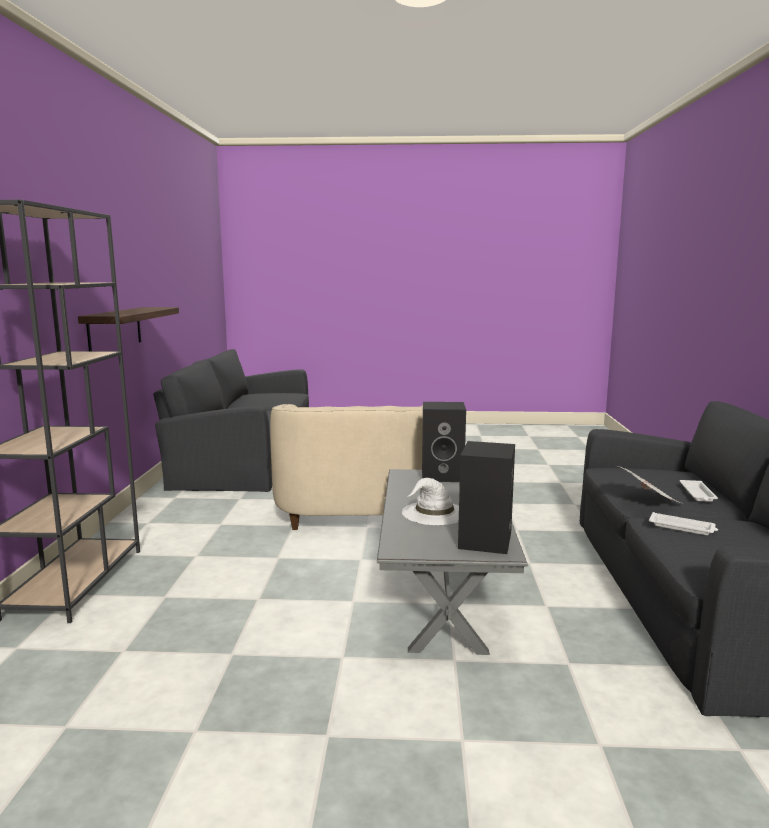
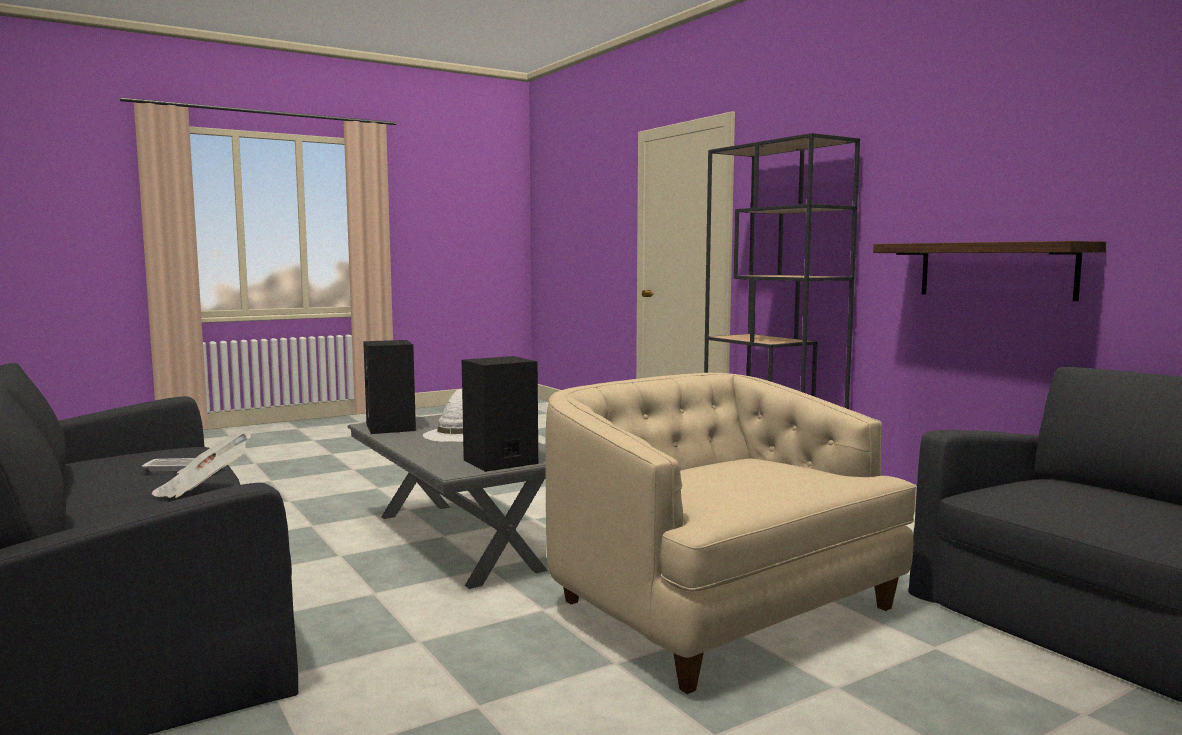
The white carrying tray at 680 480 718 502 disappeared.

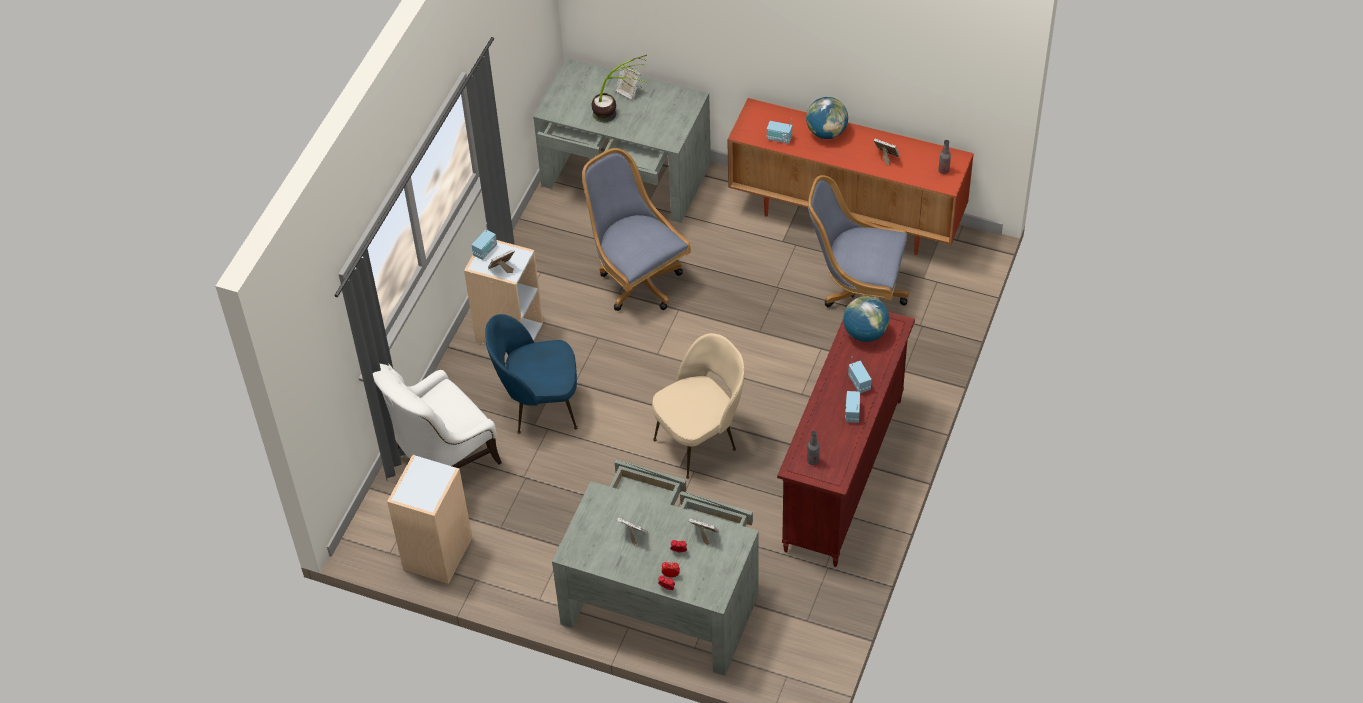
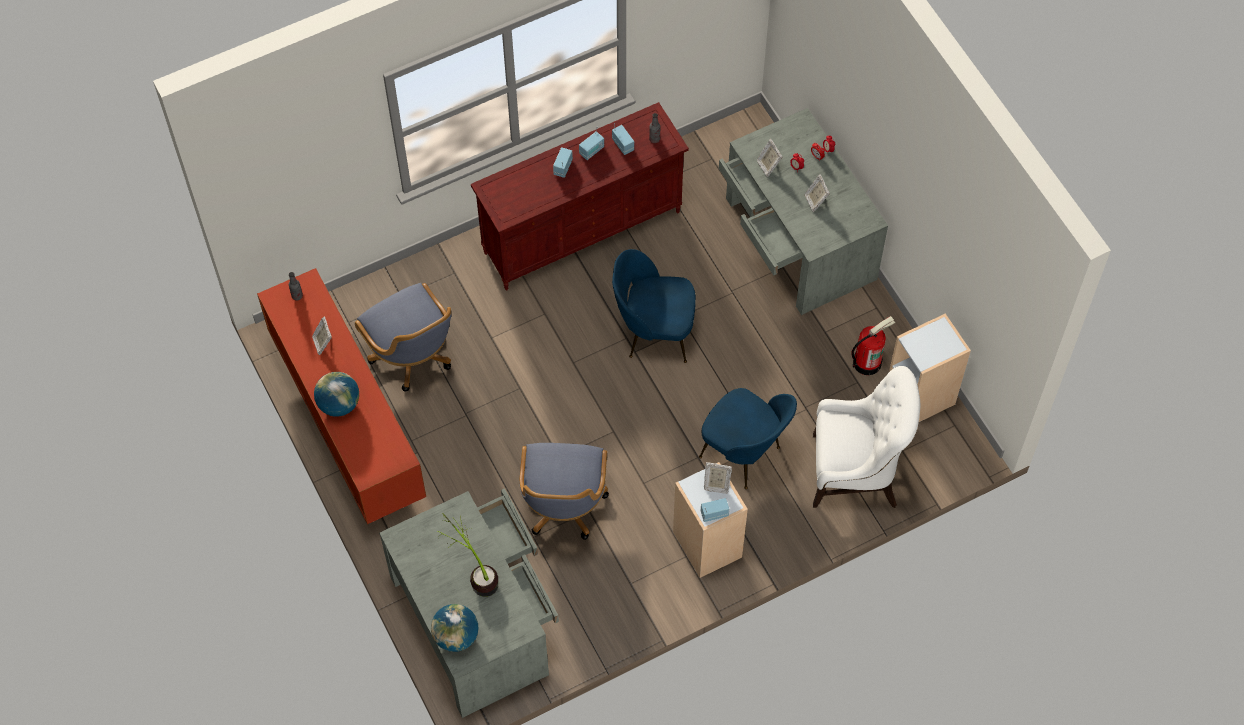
The standing frame at 616 65 641 100 disappeared.
The fire-fighting cylinder at 852 316 895 375 appeared.
The radio moved from 767 118 792 144 to 612 123 634 155.
The world globe moved from 843 296 889 342 to 431 604 478 652.
The beige chair at 652 333 744 479 became the blue-coloured chair at 612 249 696 363.

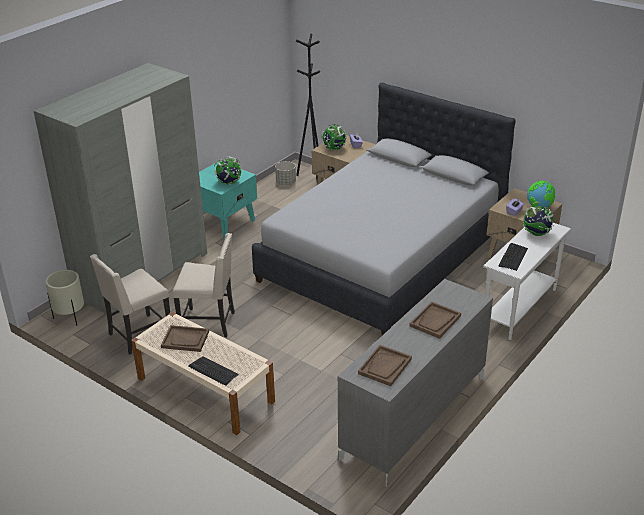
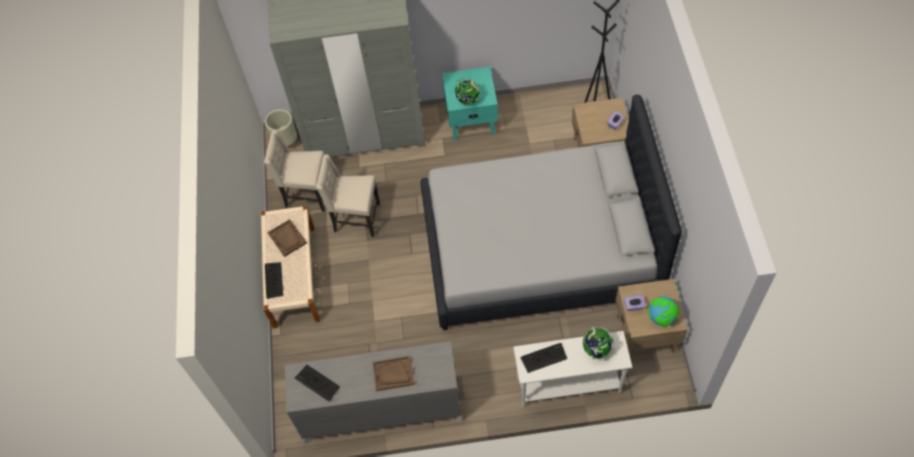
The greyish planter at 275 161 296 185 disappeared.
The world globe at 321 124 346 151 disappeared.
The brownish carrying tray at 358 345 412 386 was replaced by the keyboard at 295 365 340 401.
The beige chair at 173 233 235 337 turned 135 degrees clockwise.

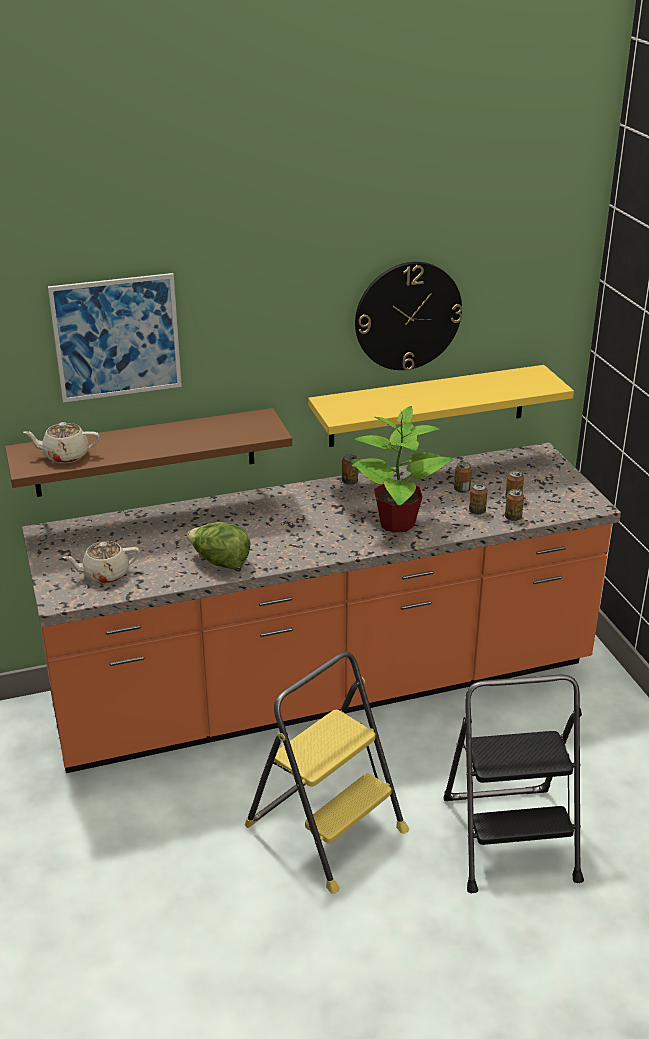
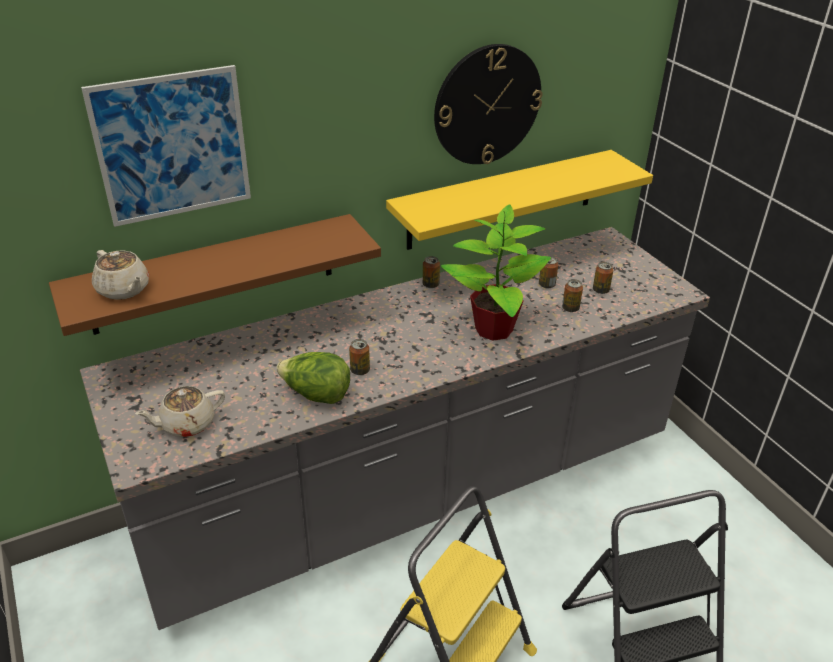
The can moved from 505 489 524 521 to 349 339 370 375.
The orange kitchen base unit at 22 443 621 773 became the greyish kitchen base unit at 80 227 710 630.
The beige teapot at 23 422 100 463 turned 120 degrees counterclockwise.

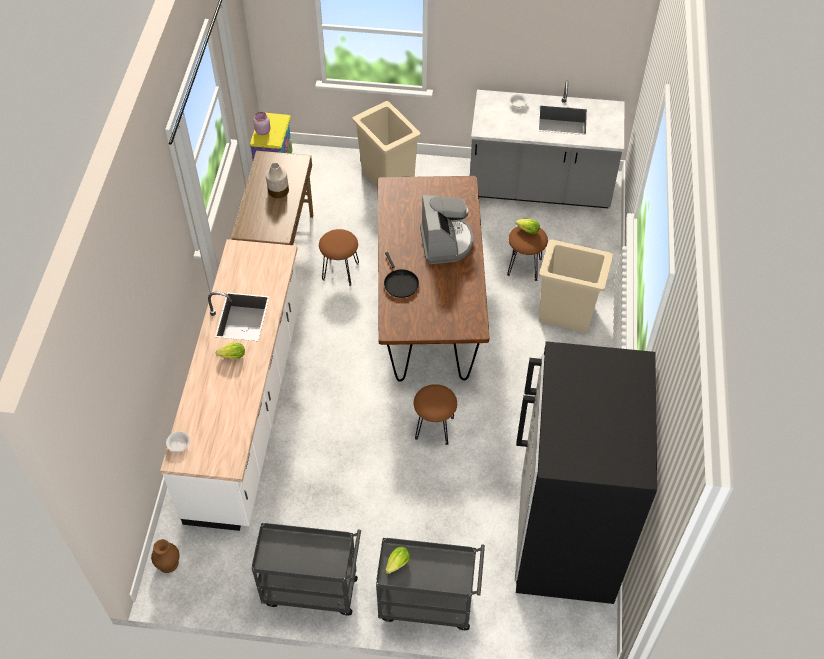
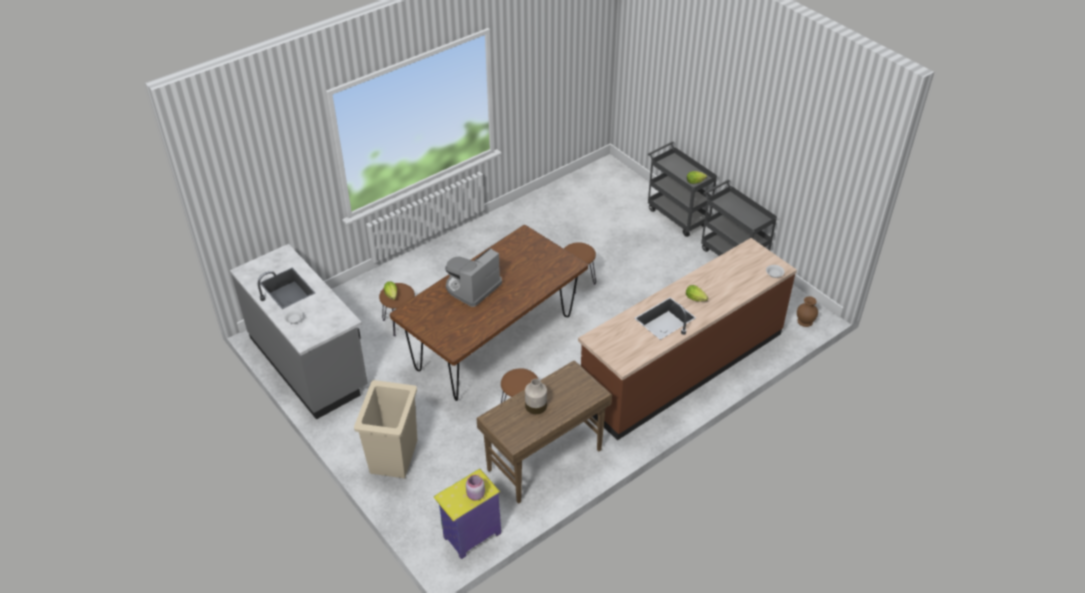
The black-coloured frying pan at 384 252 419 298 disappeared.
The black-coloured kitchen fridge at 515 341 657 604 disappeared.
The beige trash can at 539 240 613 333 disappeared.
The white kitchen base unit at 160 239 300 531 became the brownish kitchen base unit at 578 238 797 441.

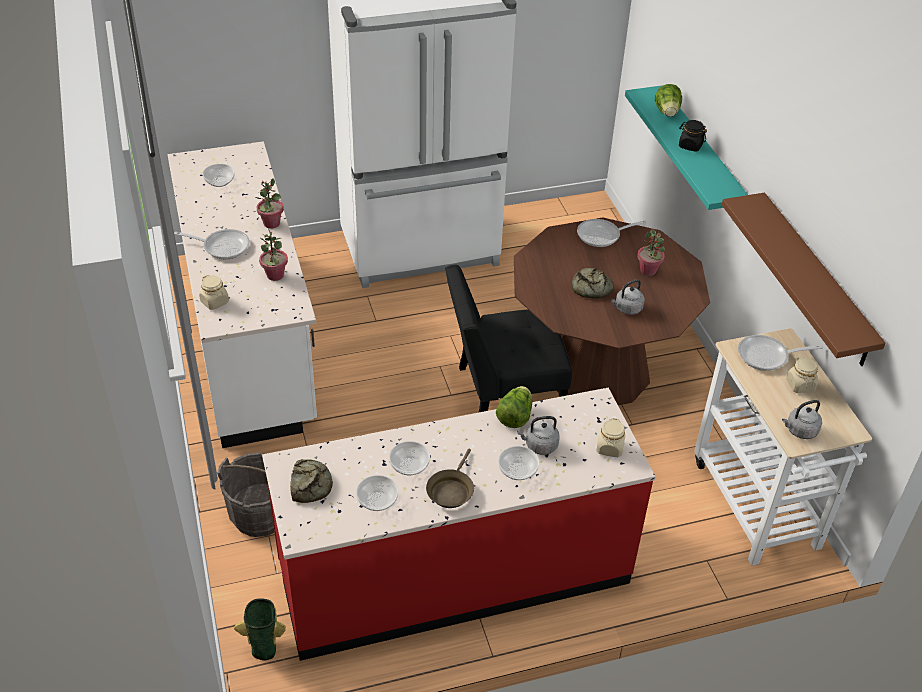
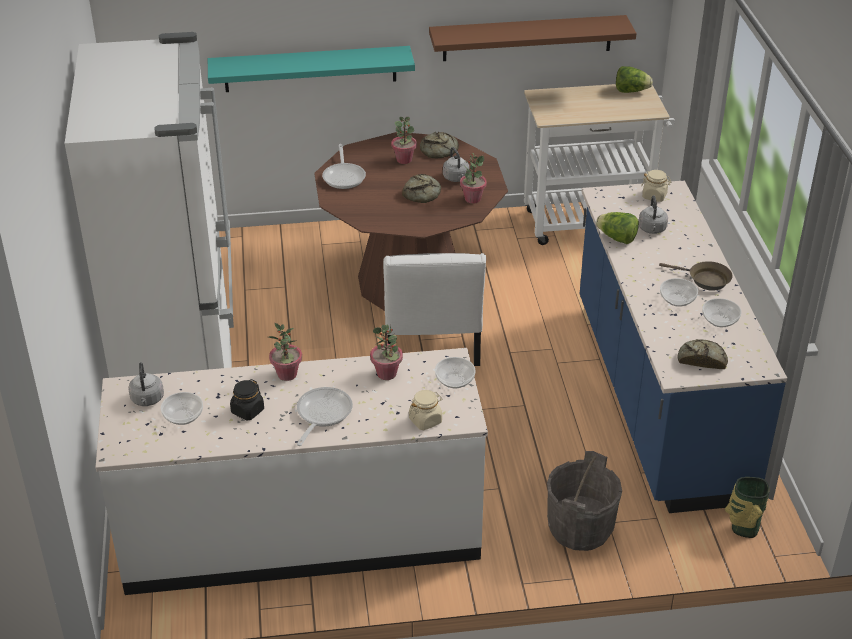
The frying pan at 738 335 823 371 disappeared.
The beige jar at 786 357 818 393 disappeared.
The bakery bread at 420 132 459 158 appeared.
The houseplant at 460 153 487 204 appeared.
The deep dish moved from 498 446 539 480 to 435 357 476 388.
The lettuce moved from 655 84 682 117 to 616 66 653 93.
The black-coloured jar moved from 679 120 707 152 to 230 379 264 420.
The greyish tea kettle moved from 782 400 822 439 to 128 362 164 406.
The red-coloured kitchen base unit at 262 388 656 661 became the blue-coloured kitchen base unit at 580 180 787 513.
The black-coloured chair at 445 264 572 412 became the white chair at 383 253 486 366.

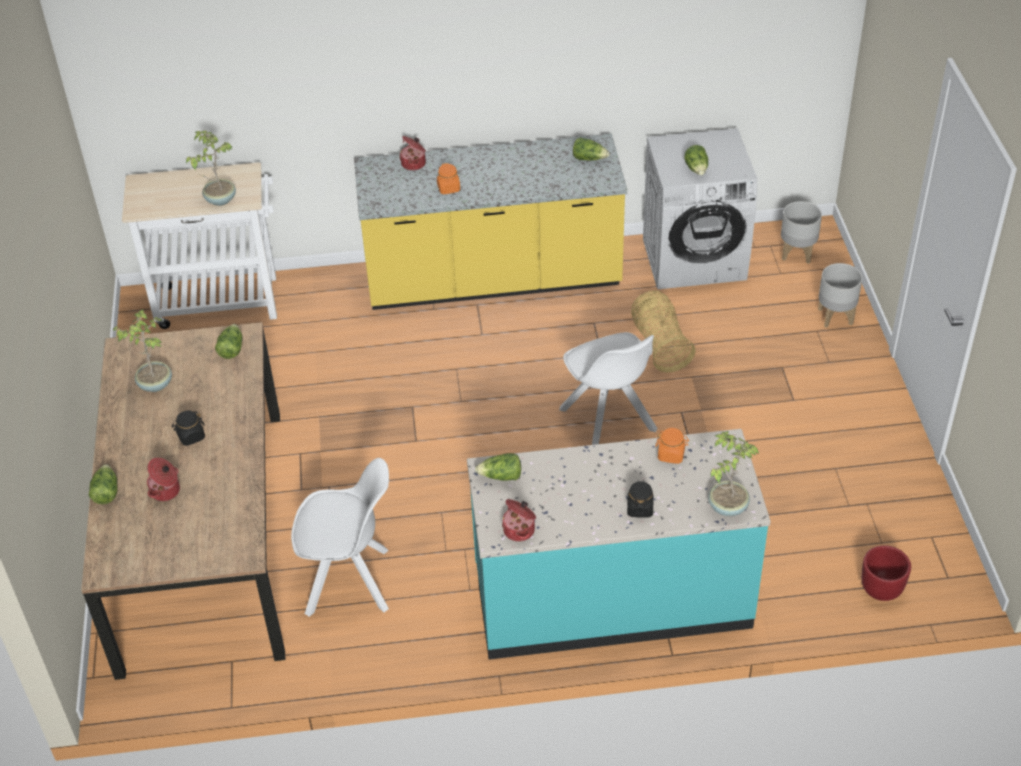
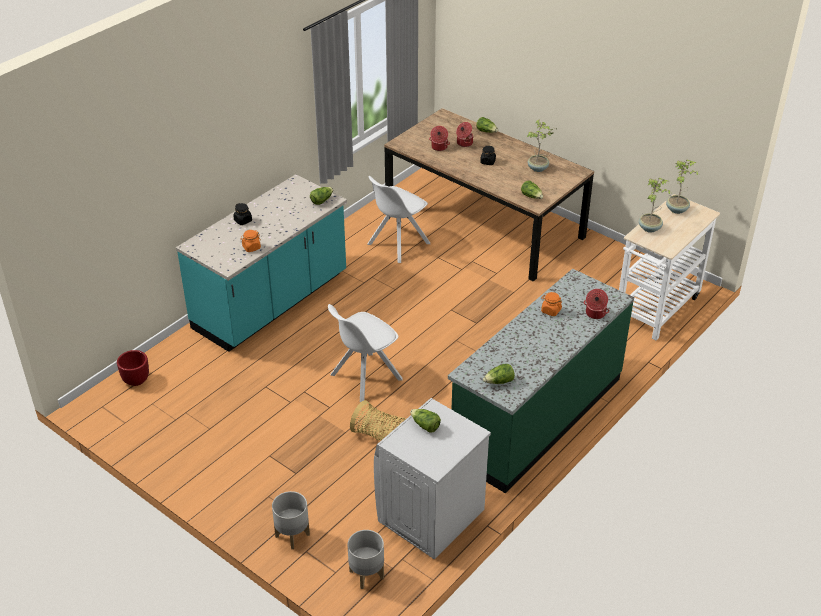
The saucepot moved from 502 499 536 542 to 429 126 450 151.
The houseplant moved from 708 431 759 516 to 666 160 700 214.
The yellow-coloured kitchen base unit at 354 133 627 310 became the green-coloured kitchen base unit at 448 269 634 494.
The white chair at 559 332 658 445 turned 60 degrees counterclockwise.

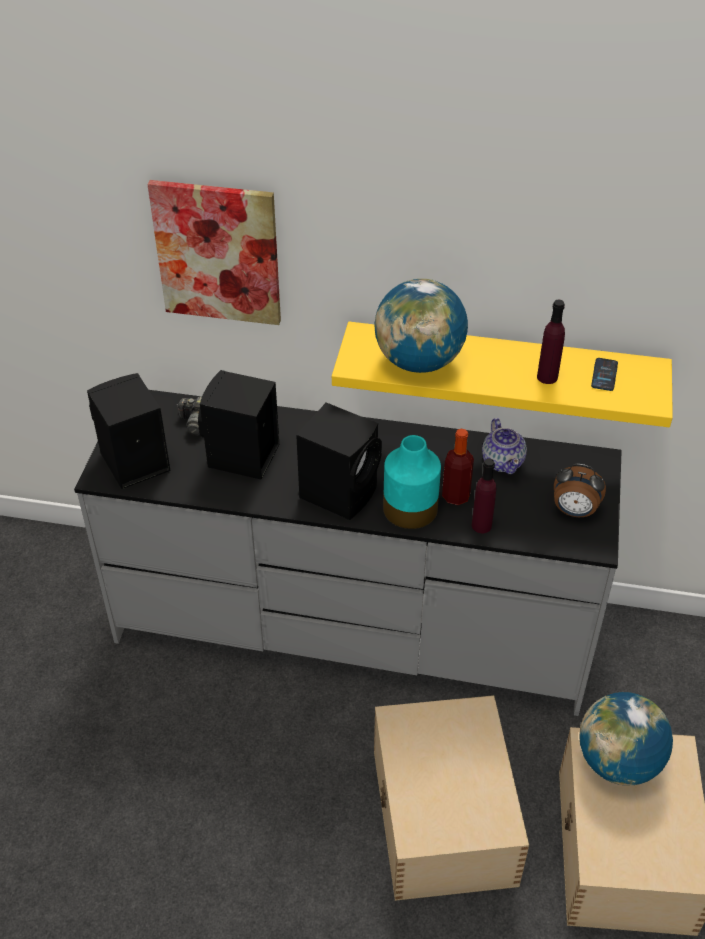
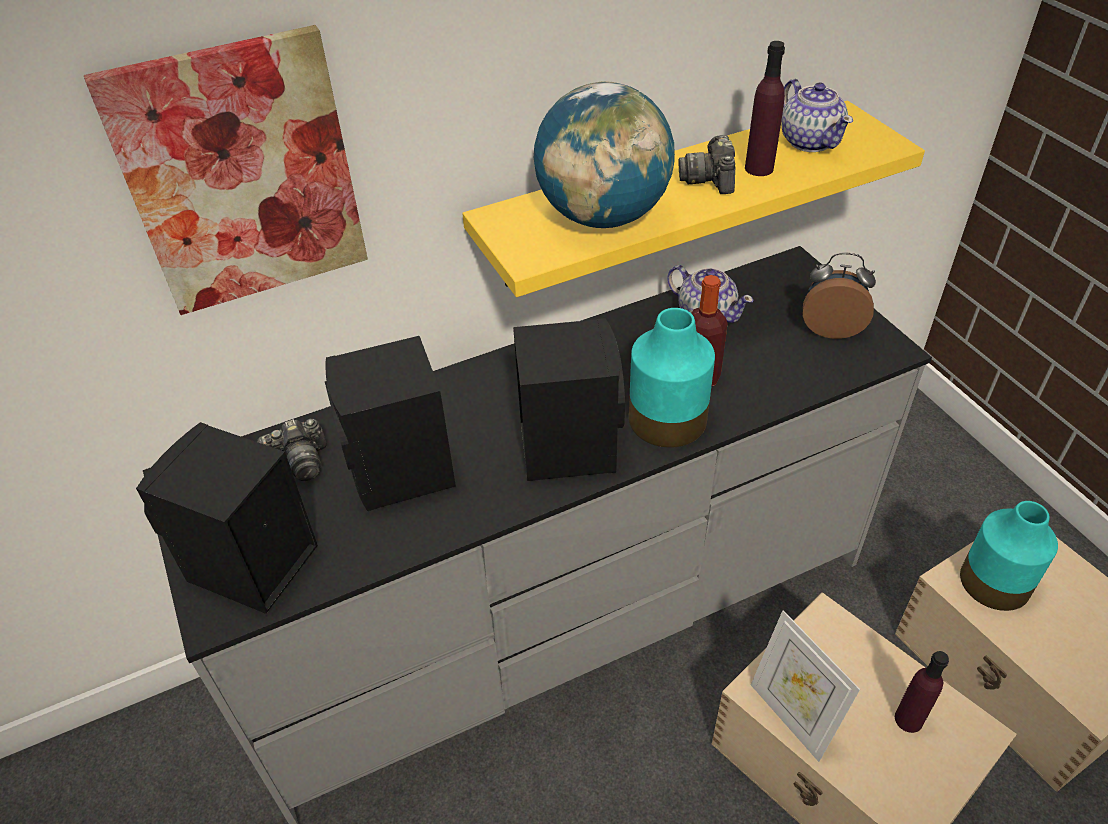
The photo camera at 678 135 735 194 appeared.
The standing frame at 751 610 860 762 appeared.
The purple-coloured bottle moved from 472 459 496 533 to 895 651 949 733.
The world globe at 579 692 673 786 was replaced by the turquoise-coloured flower vase at 960 501 1058 611.
The telephone at 591 358 618 391 was replaced by the teapot at 781 79 853 152.
The bedside clock at 554 464 606 517 turned 150 degrees counterclockwise.

